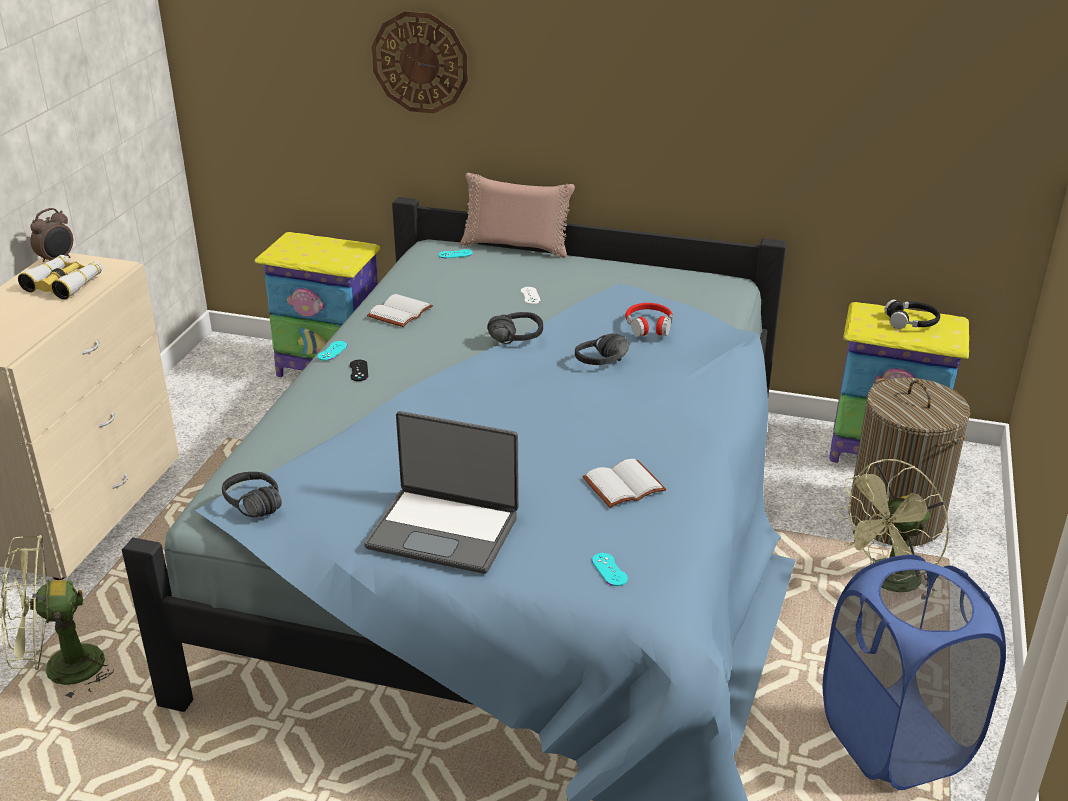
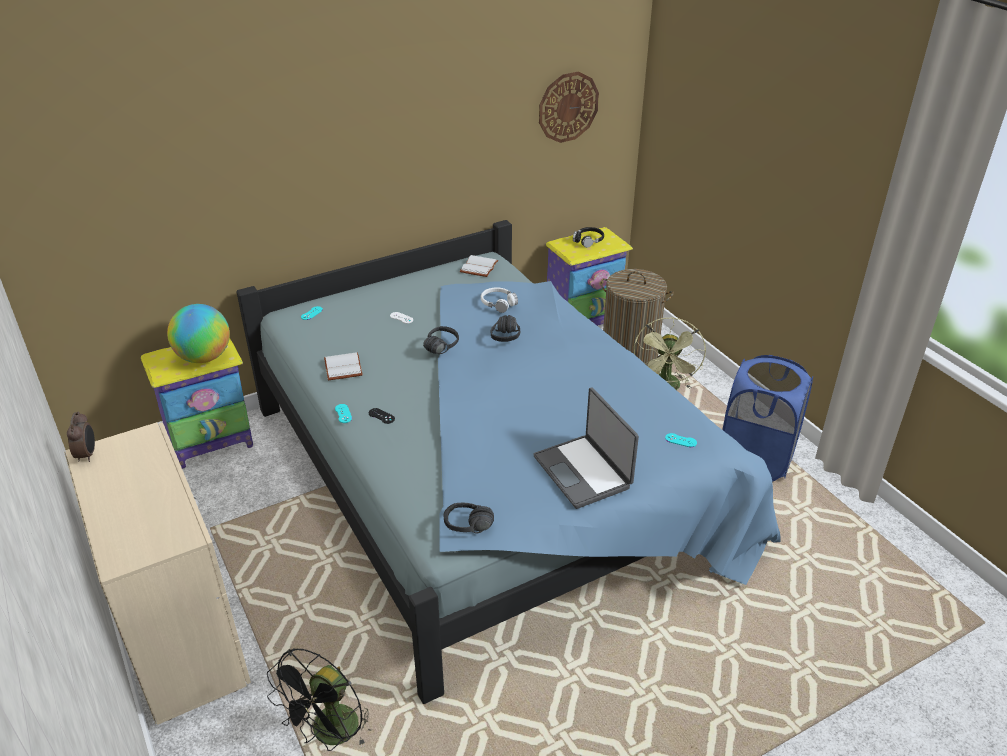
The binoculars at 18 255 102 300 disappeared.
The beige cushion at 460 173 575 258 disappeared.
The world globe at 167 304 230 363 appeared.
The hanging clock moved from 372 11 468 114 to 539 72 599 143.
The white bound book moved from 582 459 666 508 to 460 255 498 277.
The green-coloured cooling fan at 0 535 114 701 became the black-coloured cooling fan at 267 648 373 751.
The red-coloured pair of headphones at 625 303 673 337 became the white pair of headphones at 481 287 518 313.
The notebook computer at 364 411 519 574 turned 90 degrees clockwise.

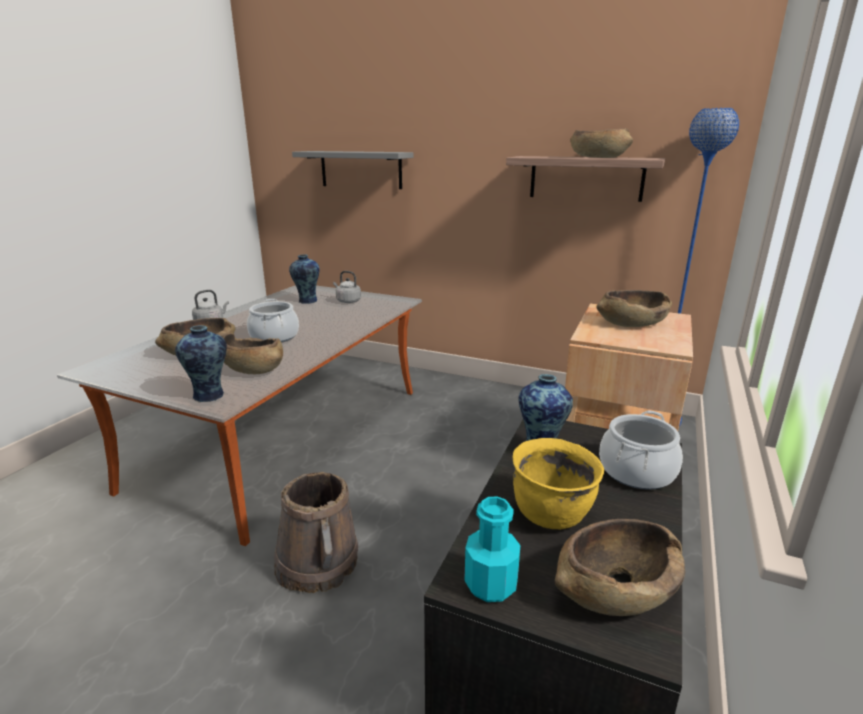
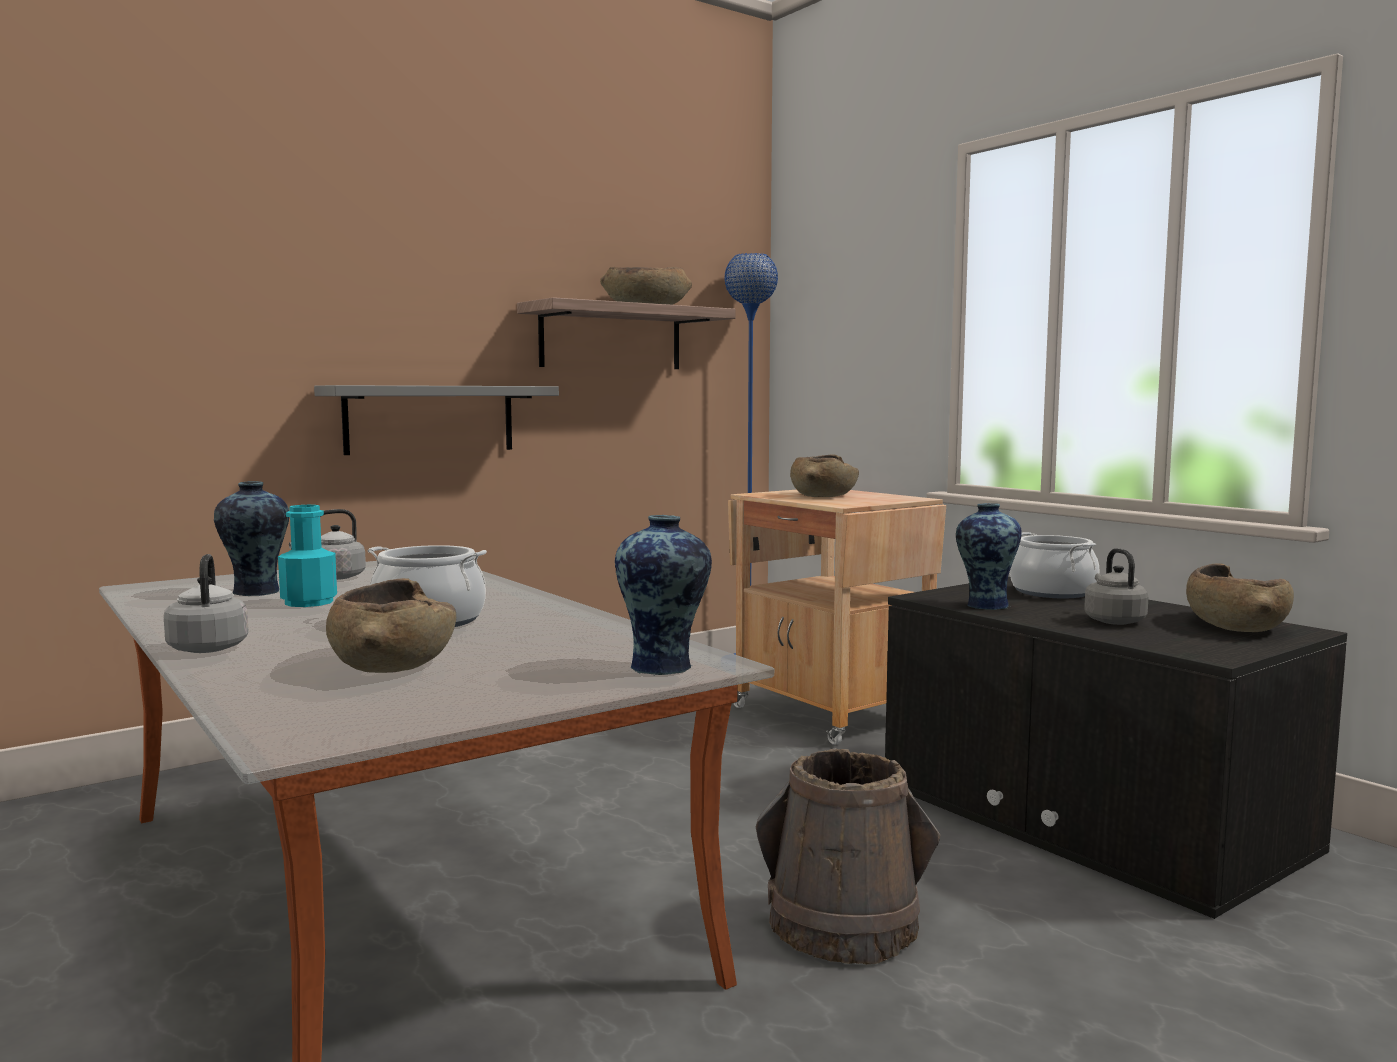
The brownish deep dish at 222 333 283 374 disappeared.
The greyish bracket shelf moved from 292 151 413 189 to 314 385 559 455.
The turquoise-coloured bottle moved from 464 496 520 602 to 278 505 337 607.
The yellow-coloured saucepot at 513 438 604 529 was replaced by the greyish tea kettle at 1084 548 1149 625.

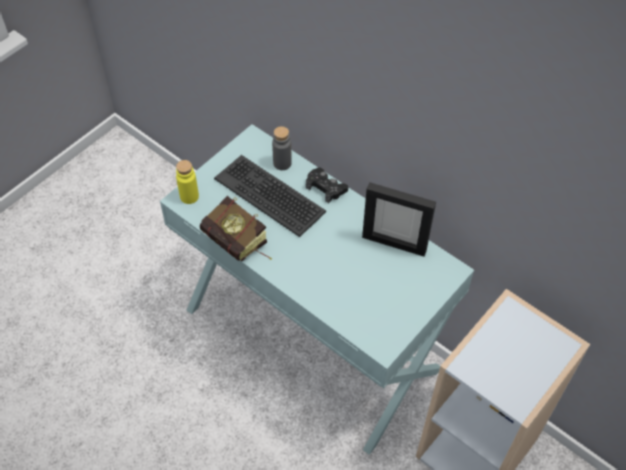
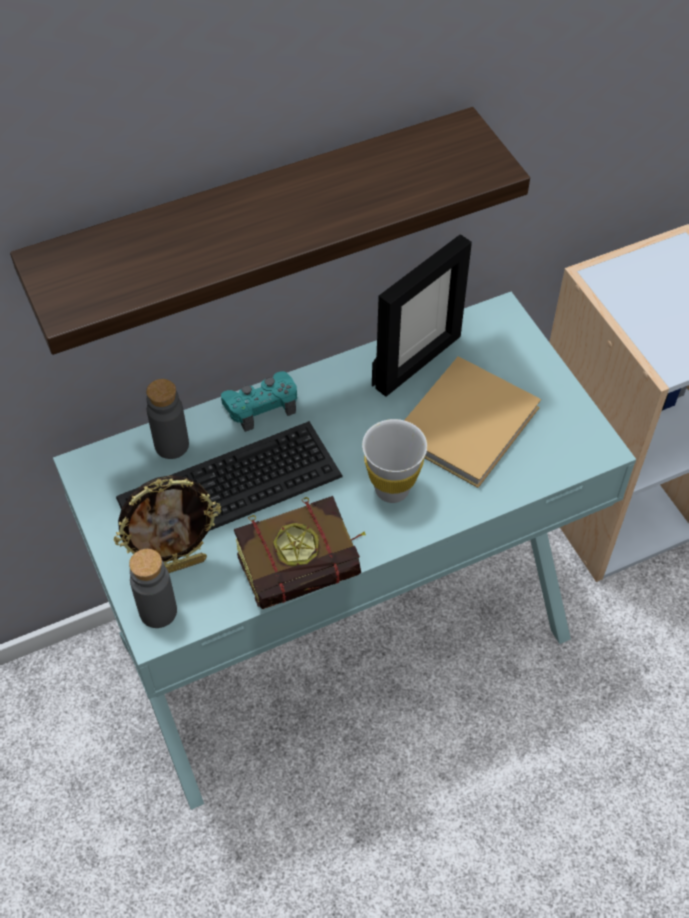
The bracket shelf at 10 107 530 355 appeared.
The standing frame at 113 475 221 573 appeared.
The white small cup at 362 419 427 503 appeared.
The beige bound book at 404 356 541 488 appeared.
The yellow-coloured bottle at 176 160 199 204 became the greyish bottle at 129 549 177 628.
The black-coloured gamepad at 306 167 348 203 became the turquoise-coloured gamepad at 221 371 297 432.

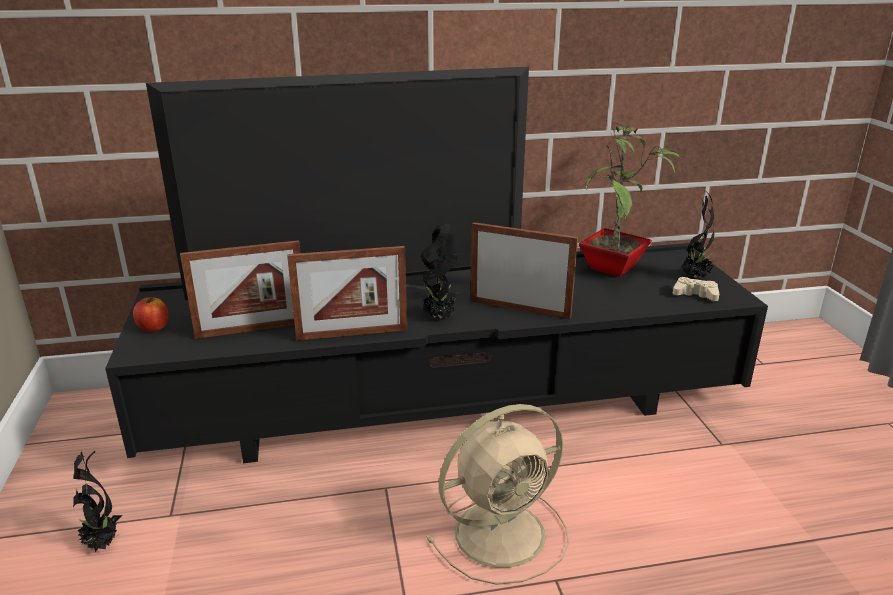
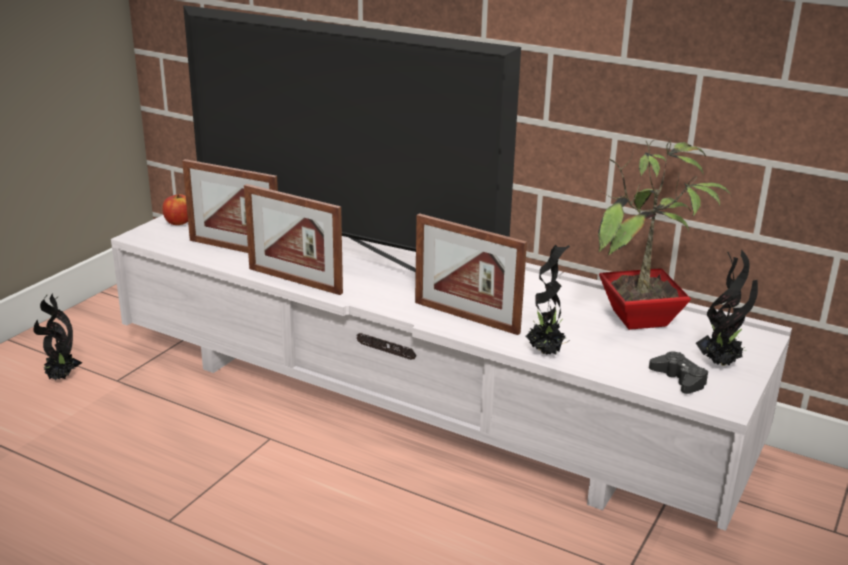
The beige cooling fan at 427 404 569 585 disappeared.
The houseplant moved from 421 223 458 319 to 526 245 570 355.
The black-coloured media console at 105 243 768 463 became the white media console at 111 215 792 531.
The beige gamepad at 673 277 719 301 became the black-coloured gamepad at 649 352 708 394.
The standing frame at 471 222 578 319 turned 150 degrees clockwise.

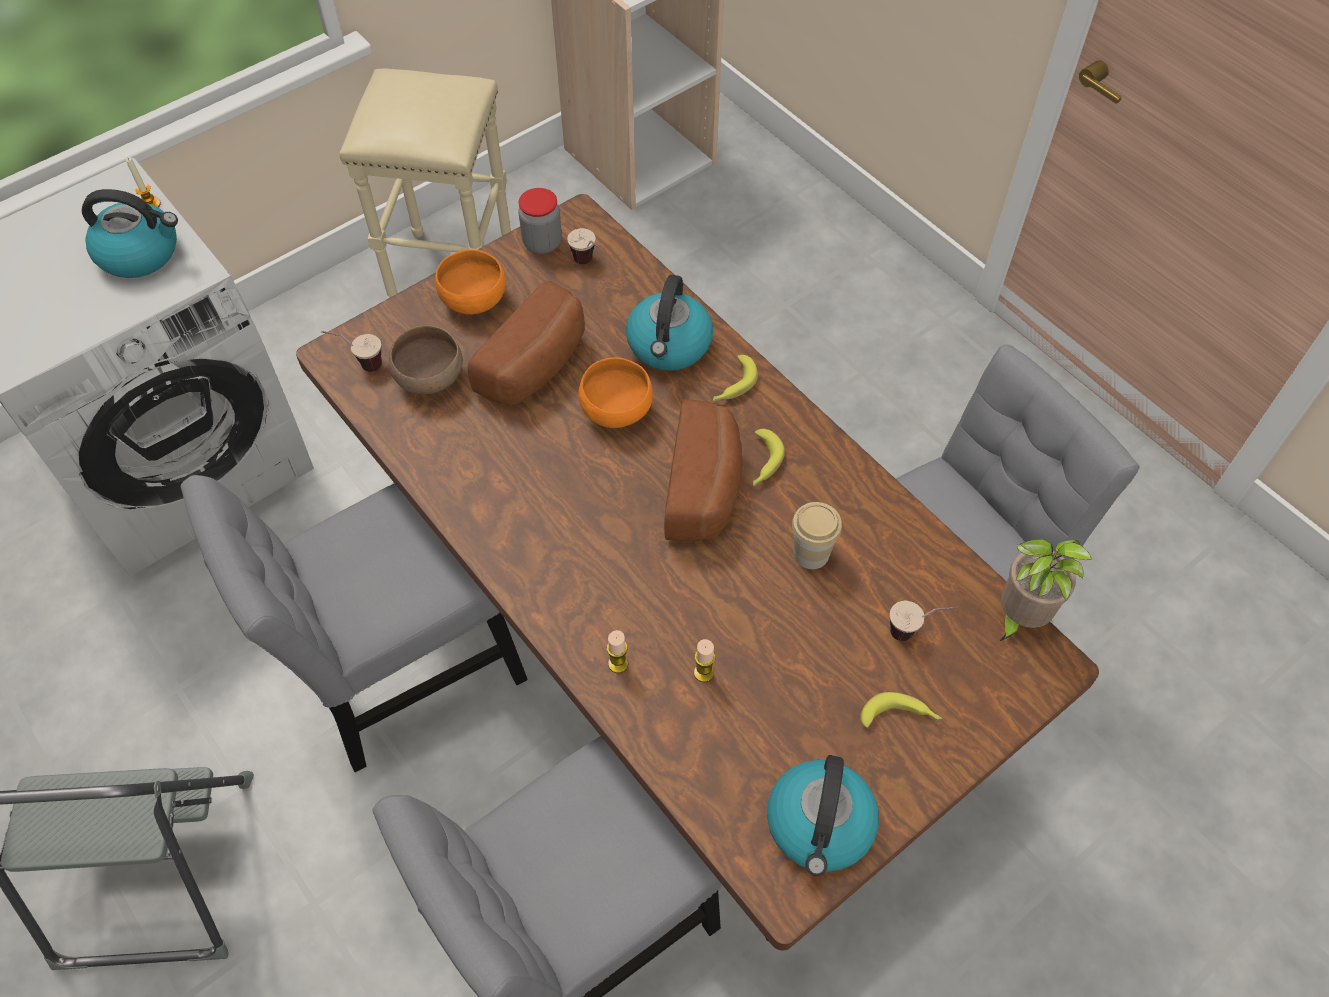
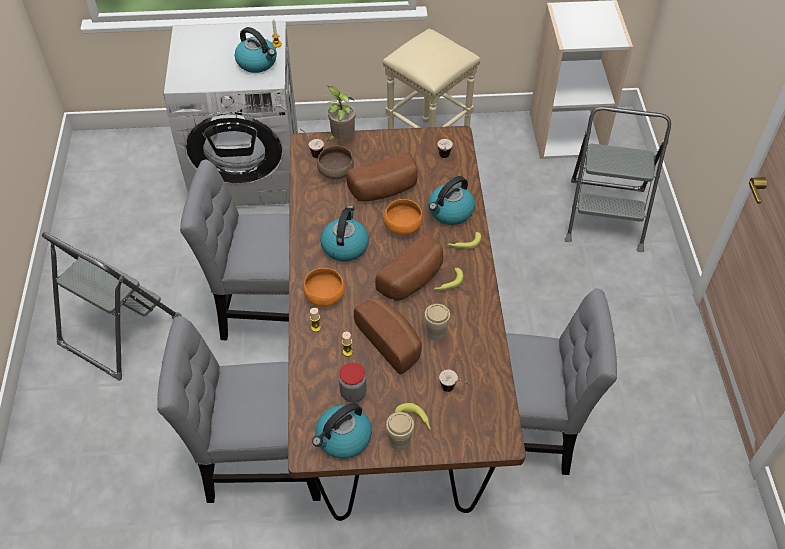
The tea kettle at 321 206 369 262 appeared.
The bakery bread at 354 298 422 375 appeared.
The small cup at 386 412 414 450 appeared.
The greyish step stool at 565 106 671 252 appeared.
The orange deep dish moved from 435 249 506 315 to 303 268 345 307.
The jar moved from 518 188 562 254 to 339 363 367 402.
The houseplant moved from 1000 539 1092 641 to 321 86 356 142.

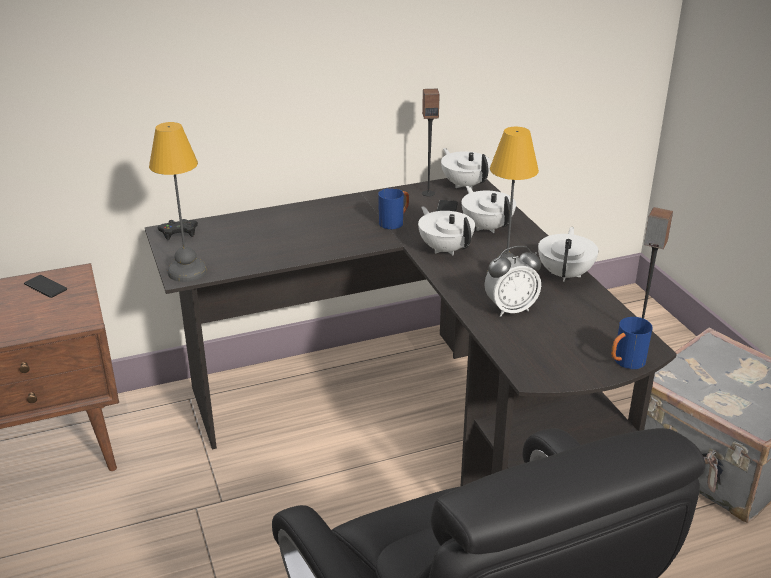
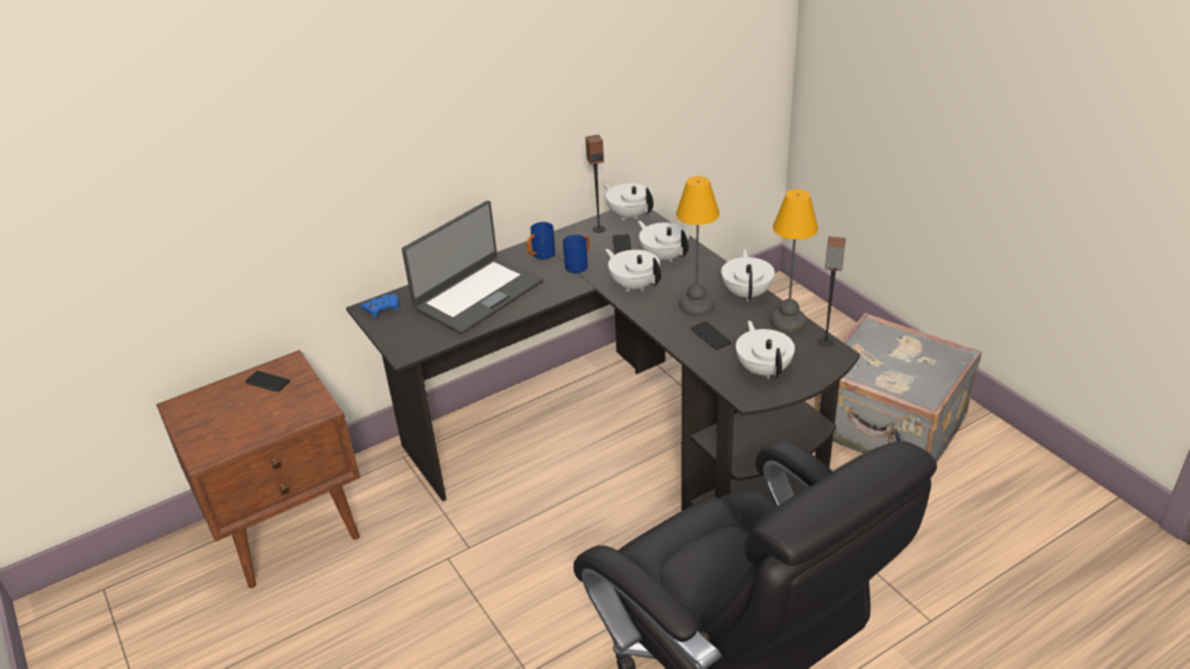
The notebook computer at 402 201 543 334 appeared.
The white teapot at 736 321 795 379 appeared.
The lamp for a table moved from 149 122 207 282 to 770 189 818 332.
The blue-coloured coffee mug moved from 611 317 653 369 to 527 222 555 260.
The bedside clock at 484 246 541 317 was replaced by the telephone at 691 321 731 350.
The black-coloured gamepad at 157 219 198 240 became the blue-coloured gamepad at 360 294 399 318.

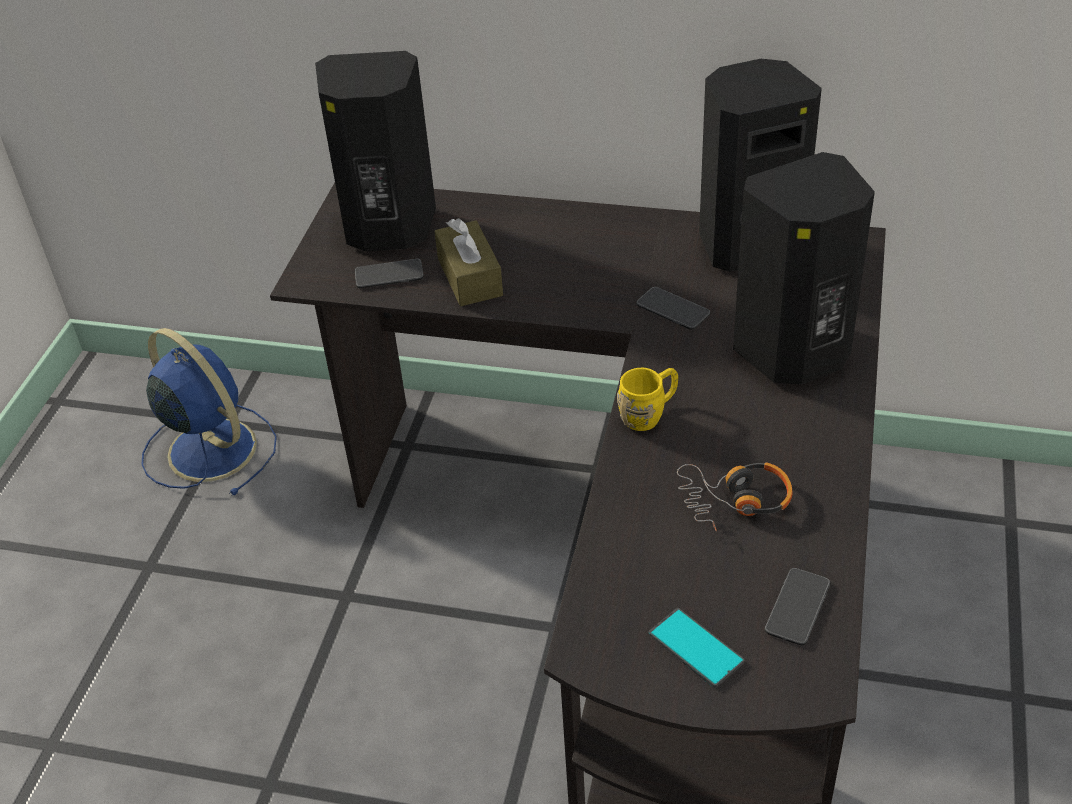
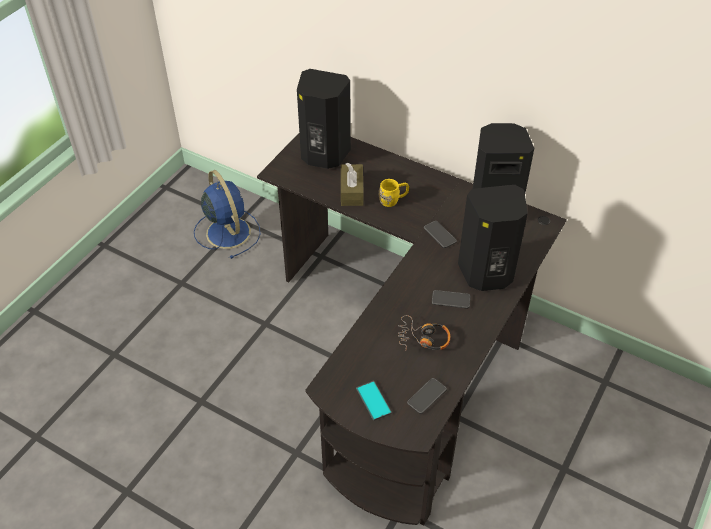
The telephone moved from 355 259 424 288 to 432 290 471 309.
The yellow-coloured coffee mug moved from 617 368 678 431 to 379 179 409 207.

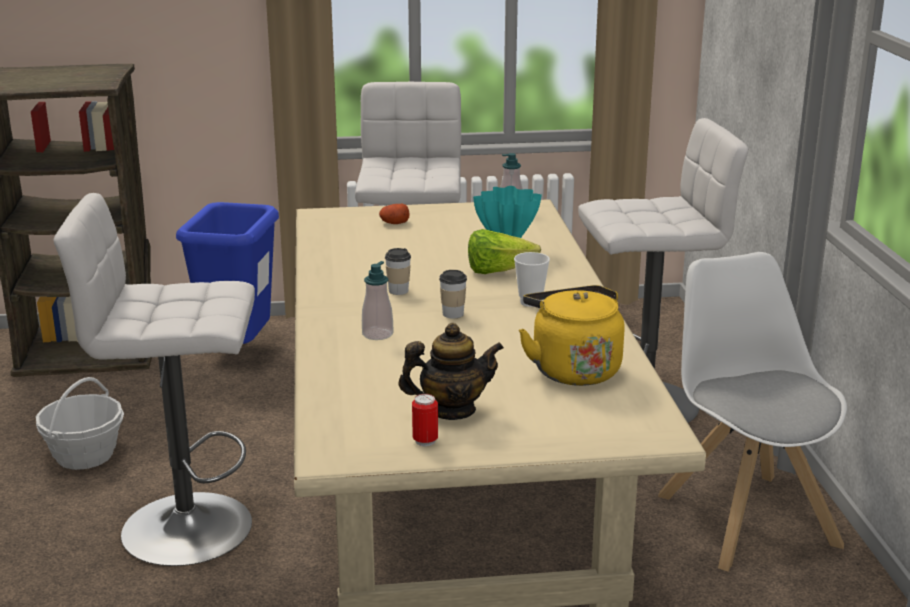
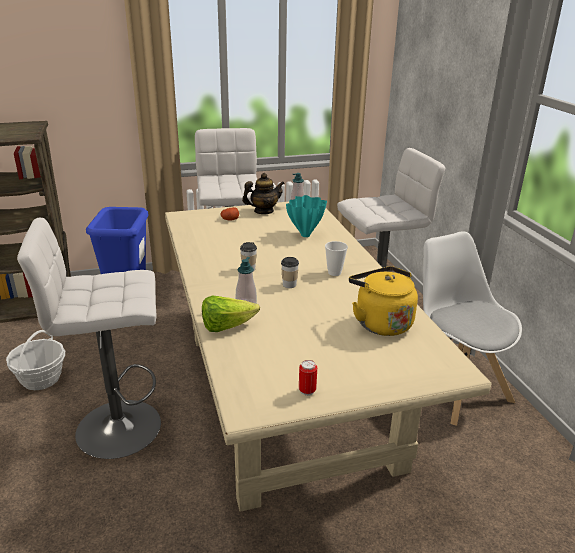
The teapot moved from 399 323 504 420 to 242 173 285 214.
The lettuce moved from 468 229 541 274 to 202 295 260 332.

